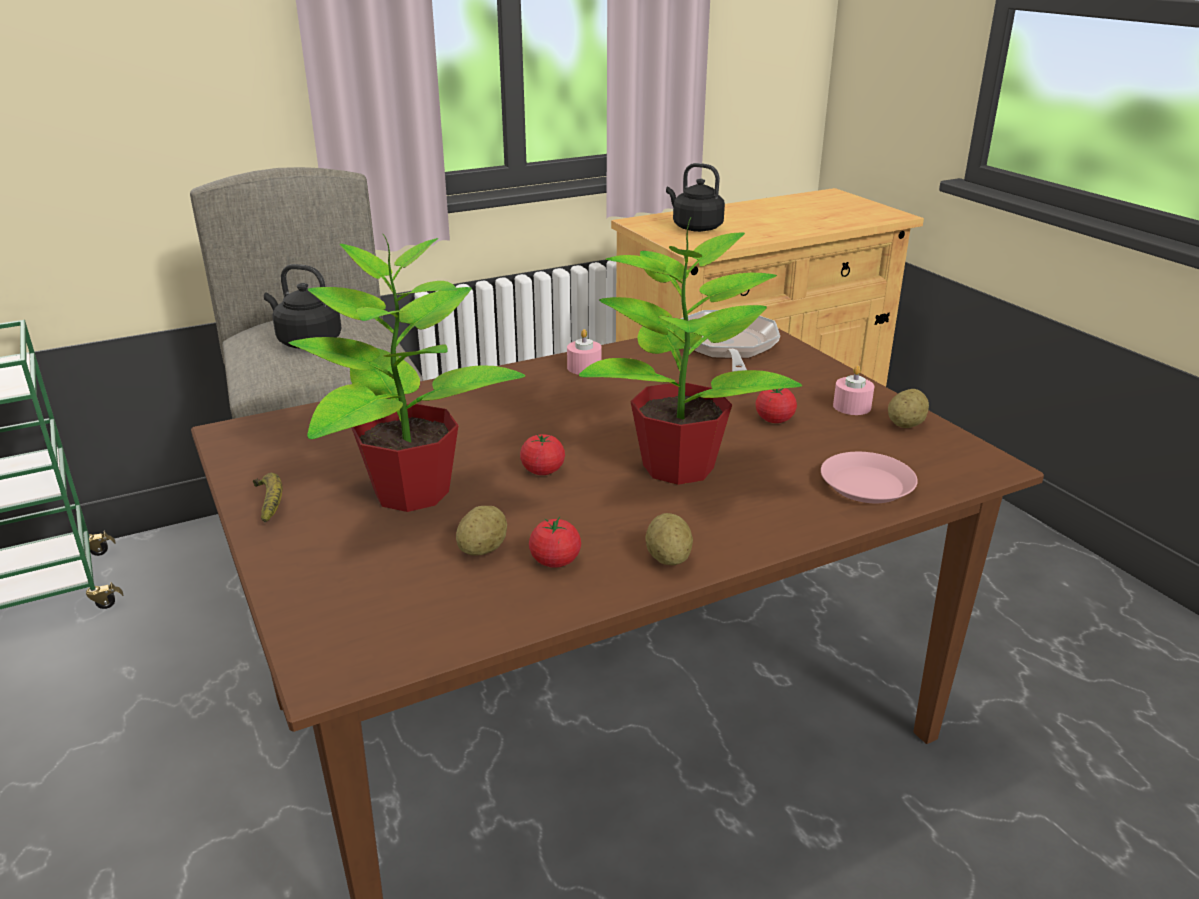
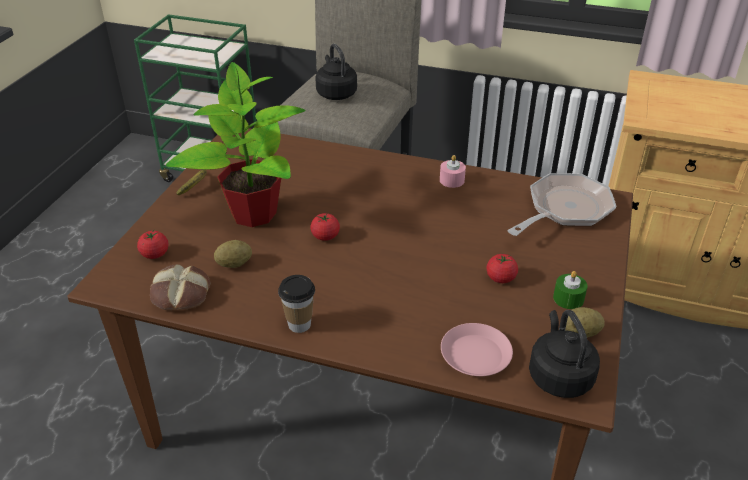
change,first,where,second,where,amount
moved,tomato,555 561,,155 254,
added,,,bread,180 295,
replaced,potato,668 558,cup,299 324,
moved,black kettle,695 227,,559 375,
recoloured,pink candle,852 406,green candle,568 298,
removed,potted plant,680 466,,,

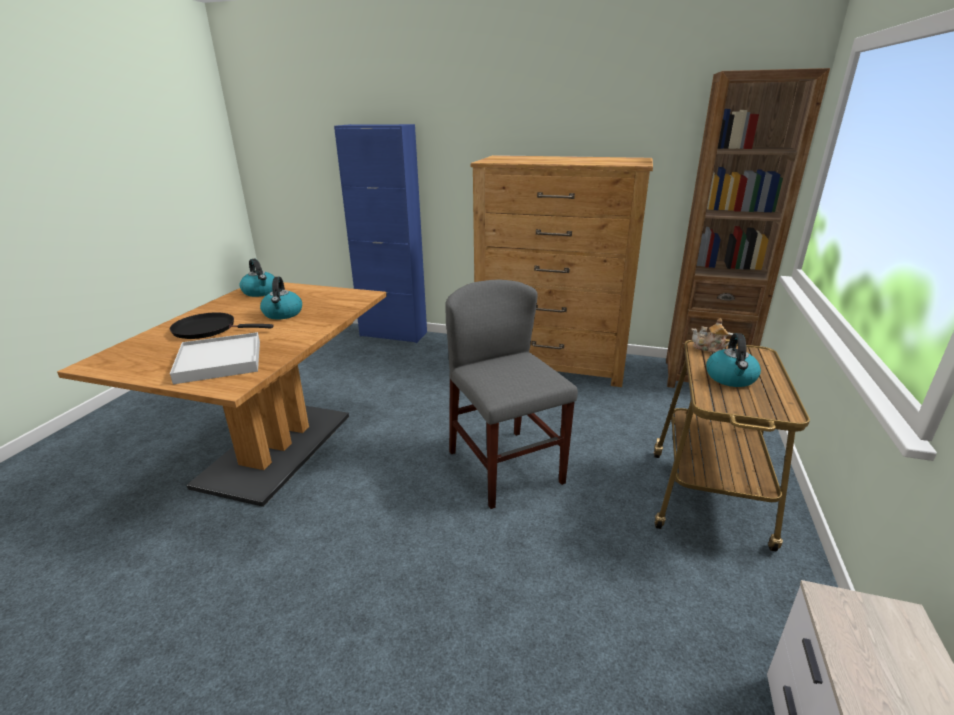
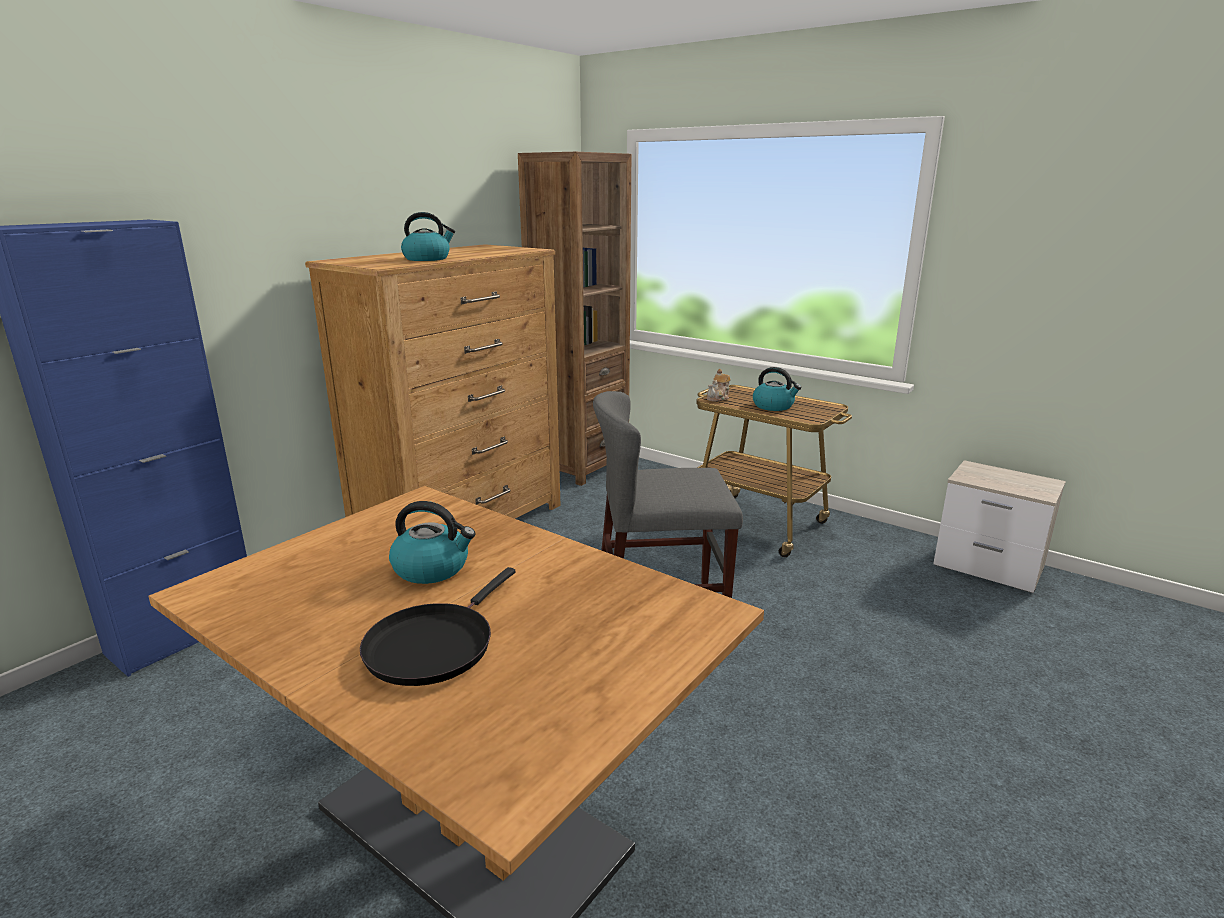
change,first,where,second,where,amount
moved,kettle,261 292,,427 259,
removed,white tray,219 361,,,

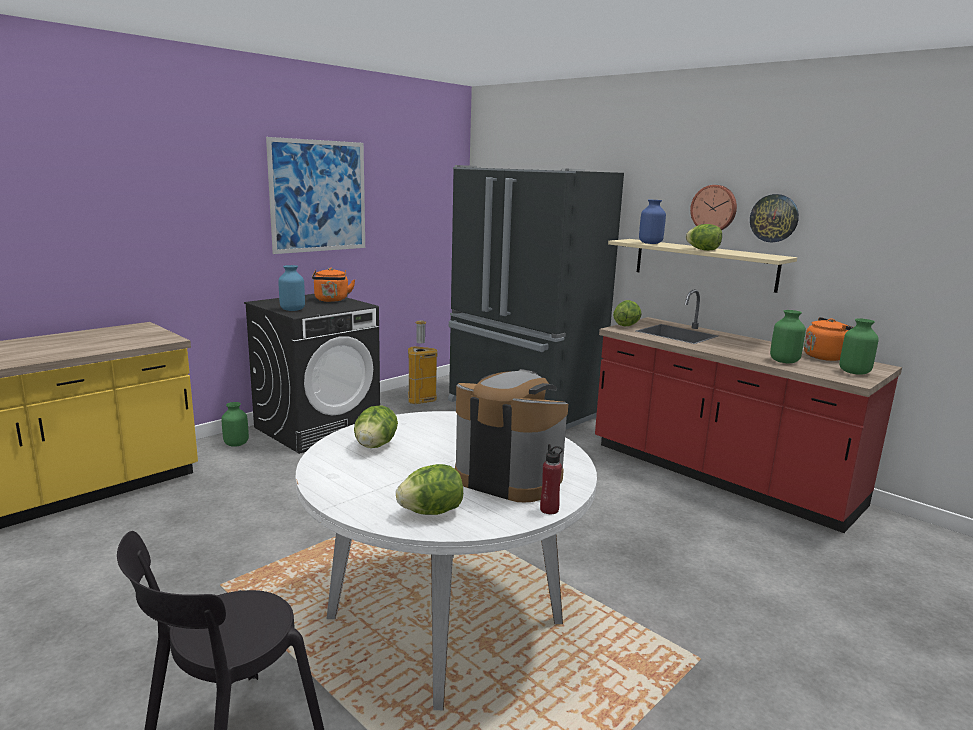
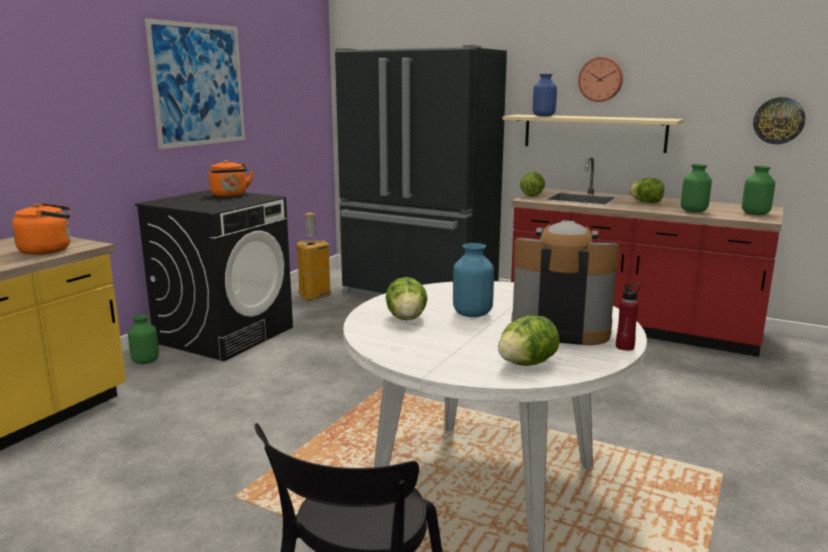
change,first,where,second,where,amount
moved,orange kettle,826 357,,49 250,
moved,blue vase,292 309,,473 314,
moved,lettuce,703 250,,646 202,
moved,wall clock,774 218,,778 120,

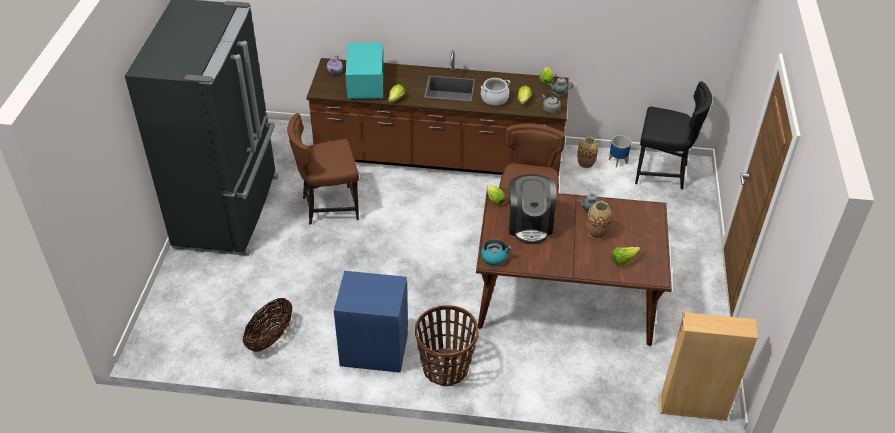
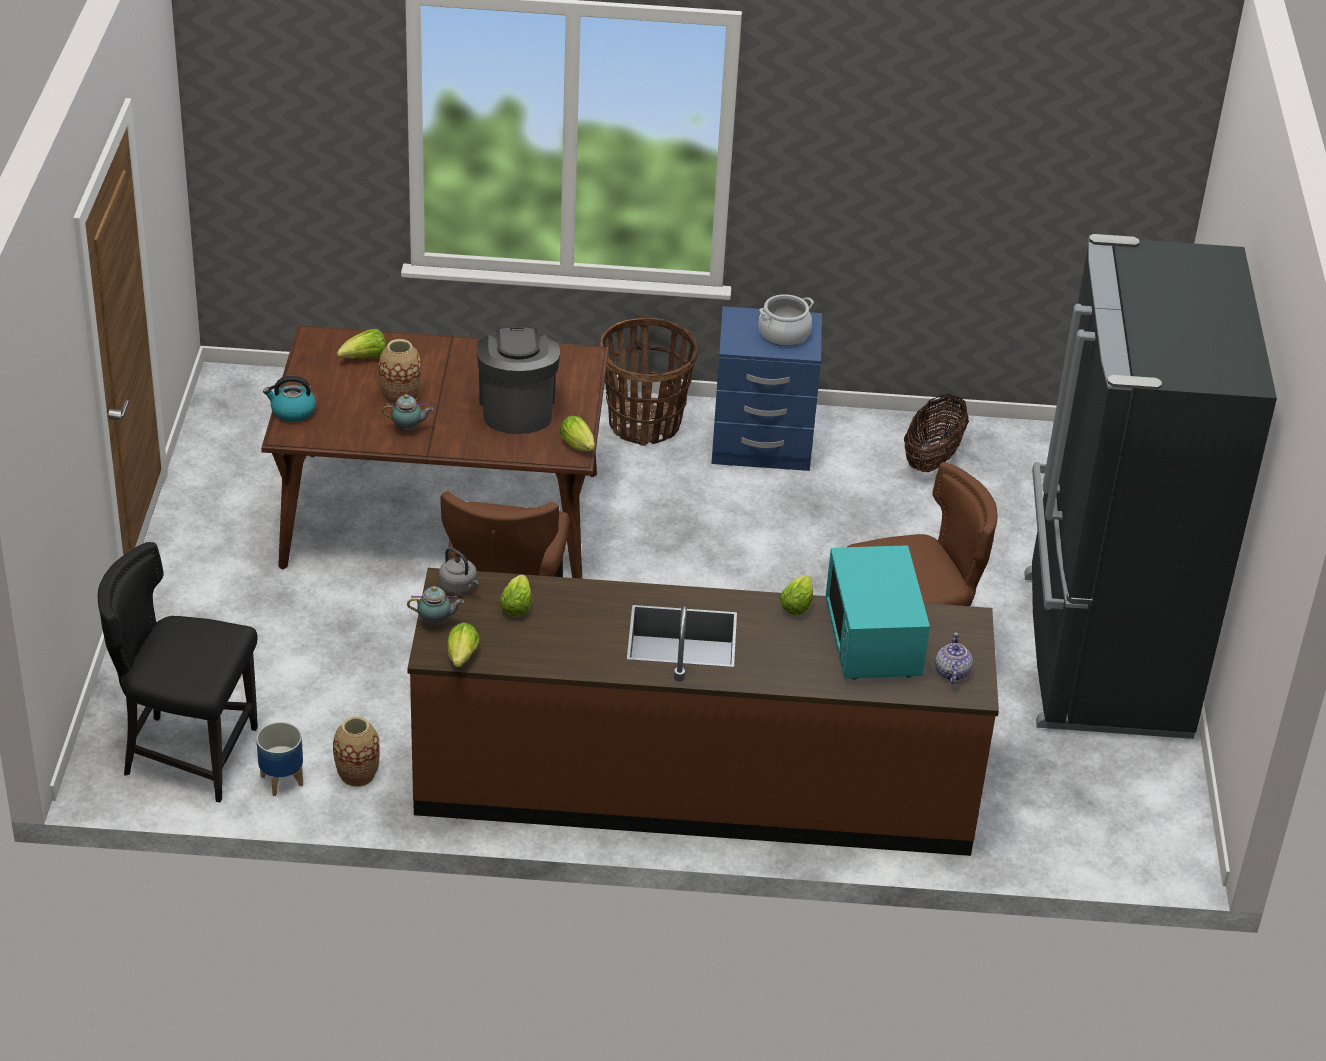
change,first,where,second,where,amount
moved,kettle,494 258,,292 412,
moved,cooking pot,494 99,,783 334,
removed,beige bookcase,692 408,,,

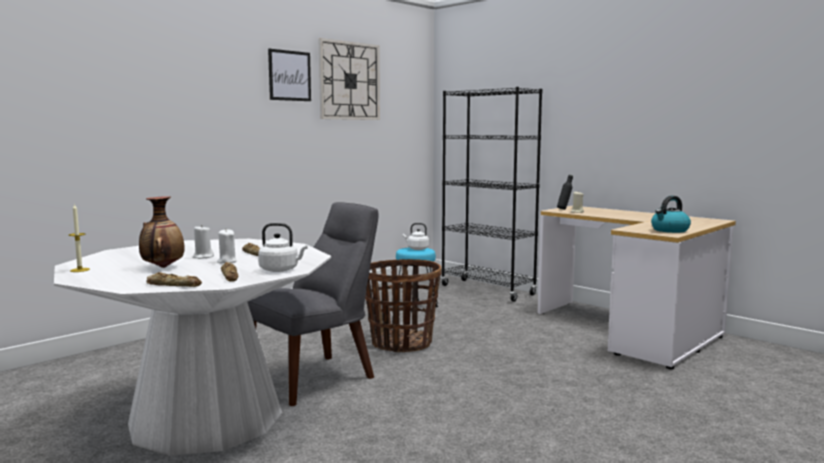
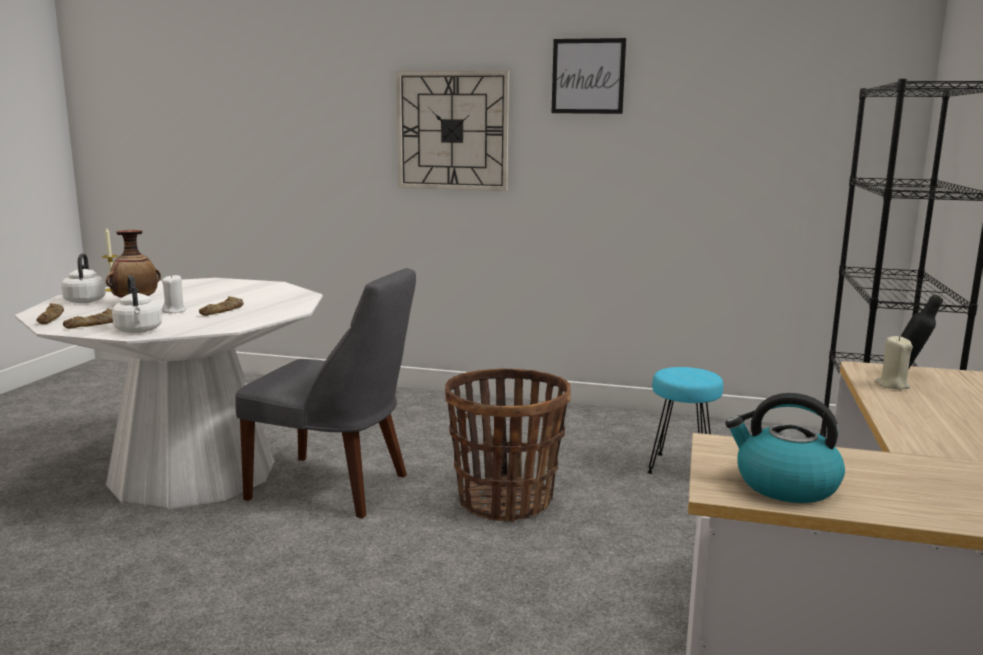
change,first,where,second,where,amount
moved,white kettle,417 249,,85 300,
moved,wall clock,349 81,,452 131,
removed,white candle,203 257,,,

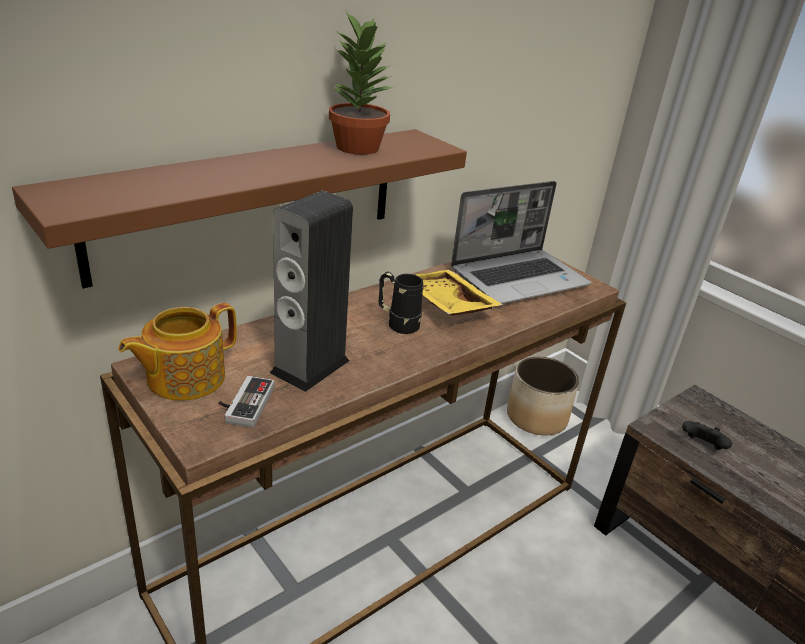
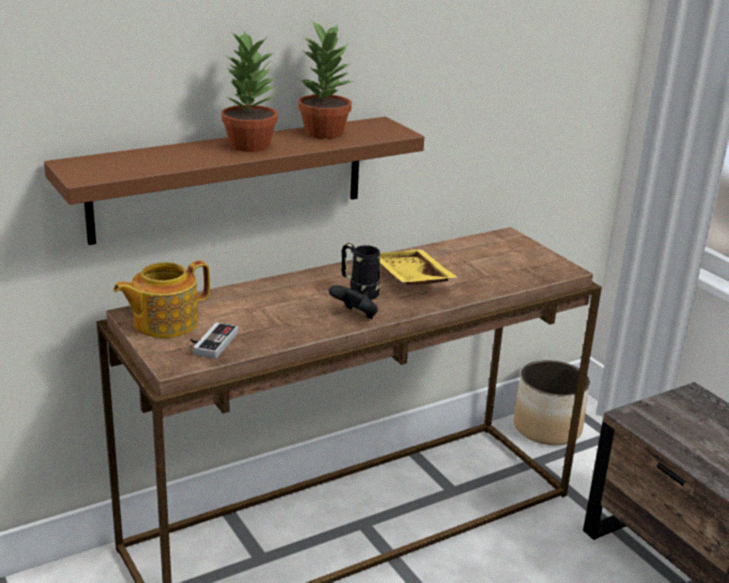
change,first,where,second,where,amount
added,,,potted plant,249 145,
moved,black game controller,702 446,,355 316,
removed,speaker,310 366,,,
removed,laptop,519 278,,,

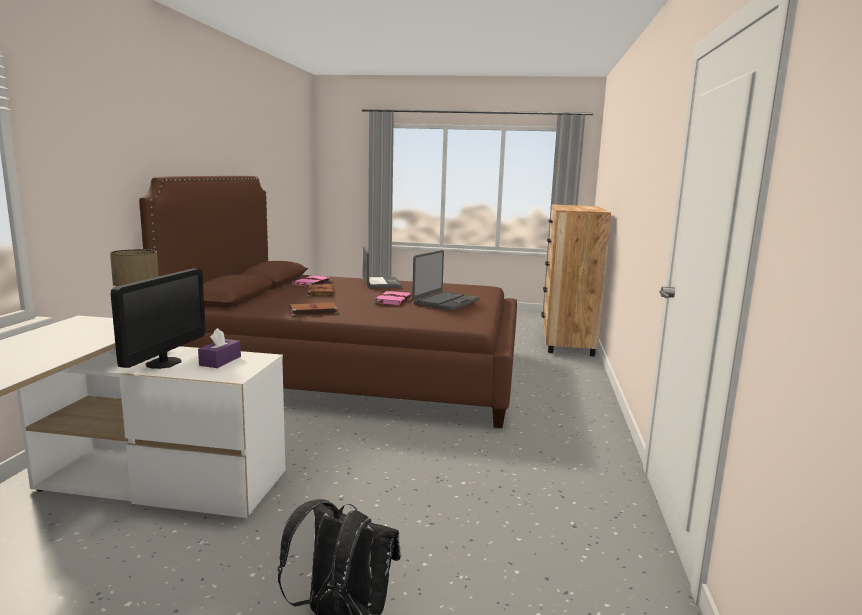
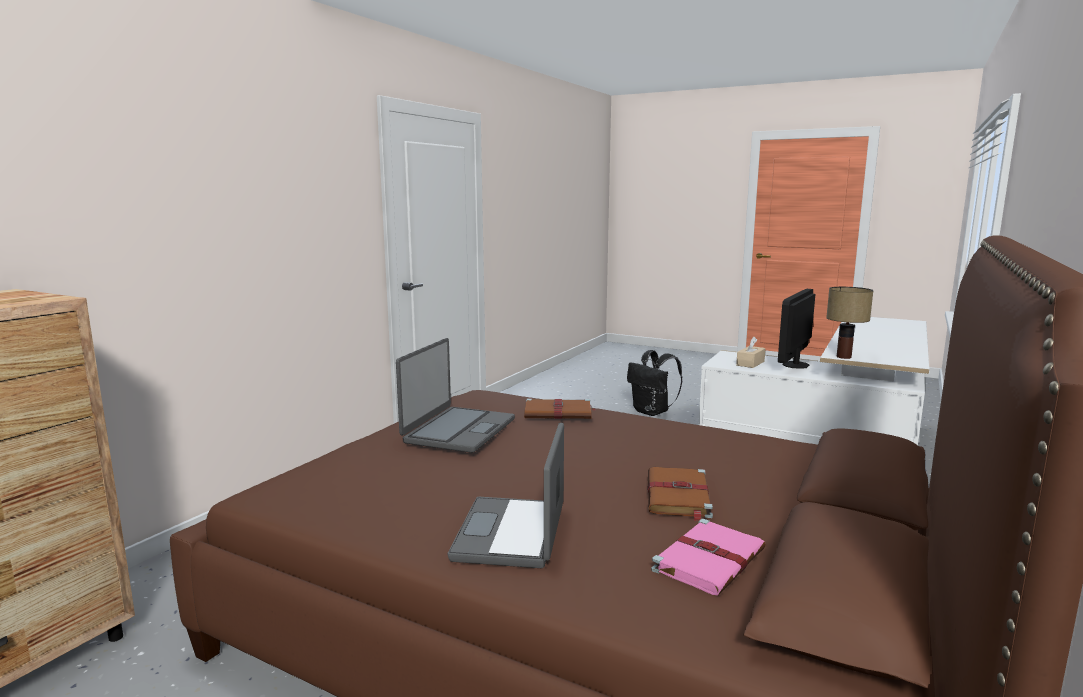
change,first,where,second,where,amount
turned,laptop,445 302,,458 430,150 degrees clockwise
moved,brown book,312 311,,559 412,
recoloured,purple tissue box,220 361,beige tissue box,750 363,
removed,pink book,393 300,,,

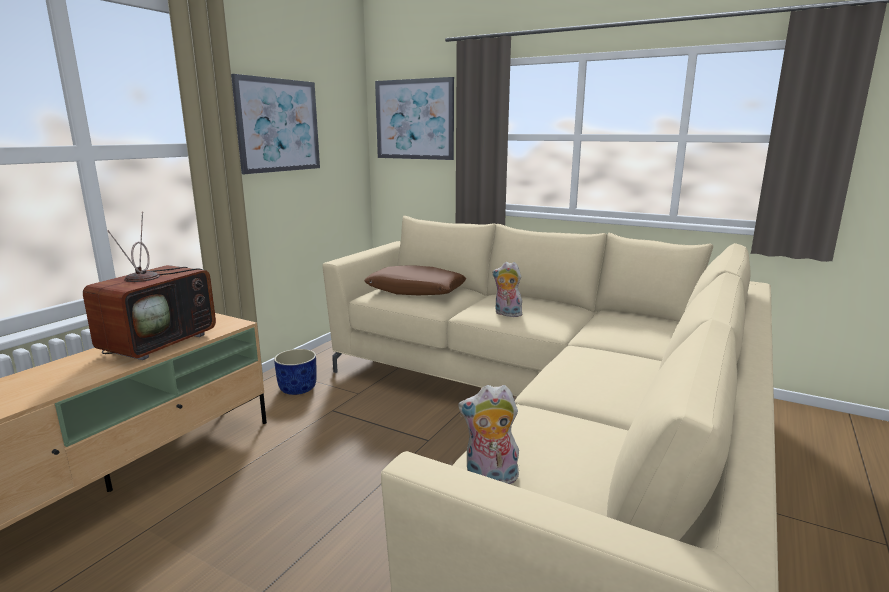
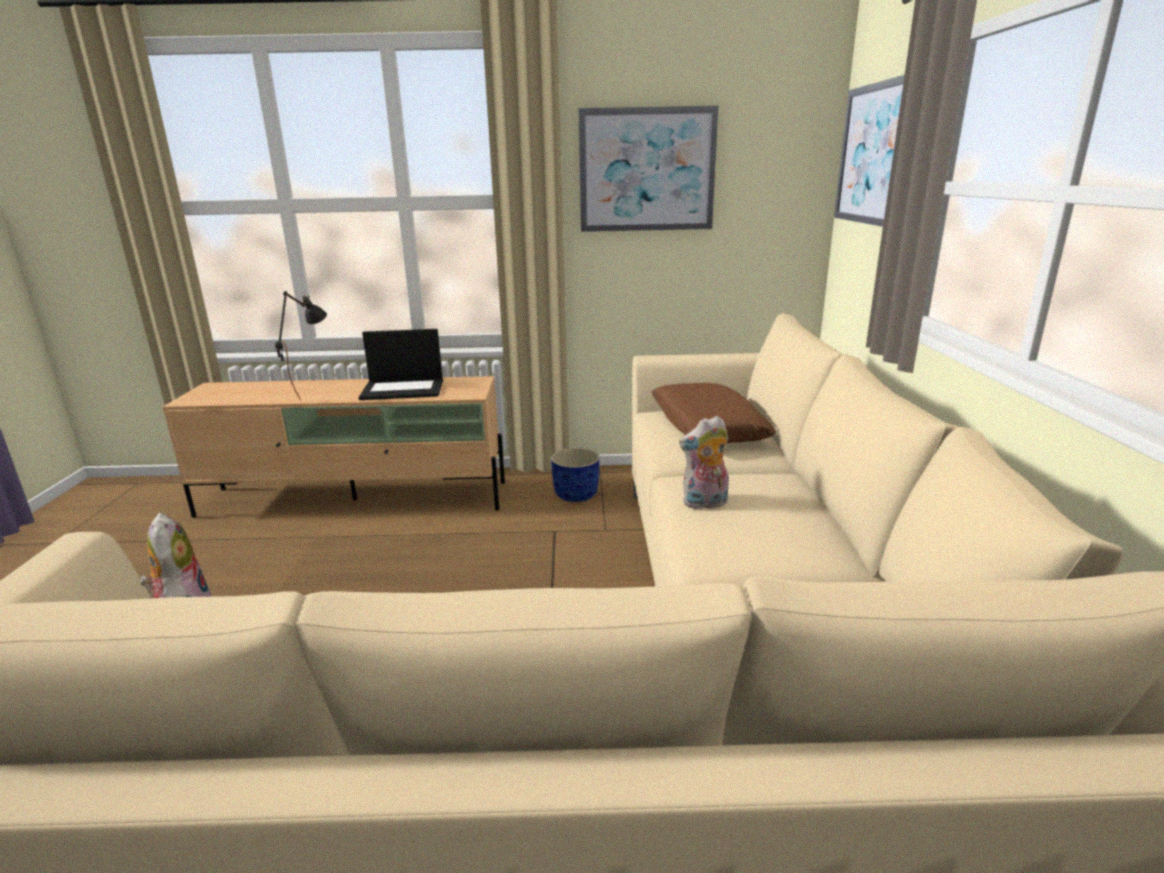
change,first,where,second,where,amount
added,,,black table lamp,311 392,
replaced,television,160 342,laptop,404 389,
turned,plush toy,506 314,,704 504,105 degrees counterclockwise

